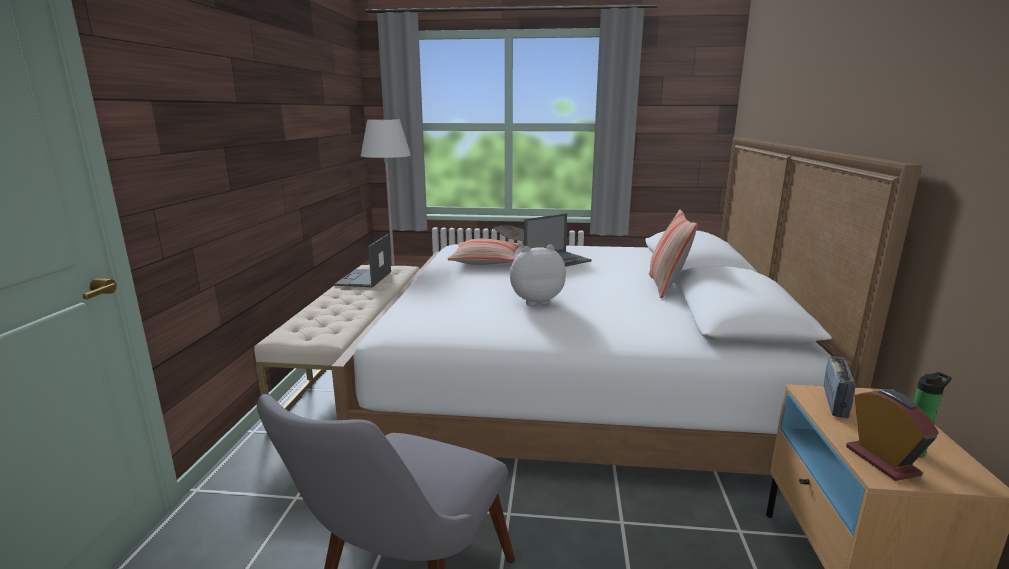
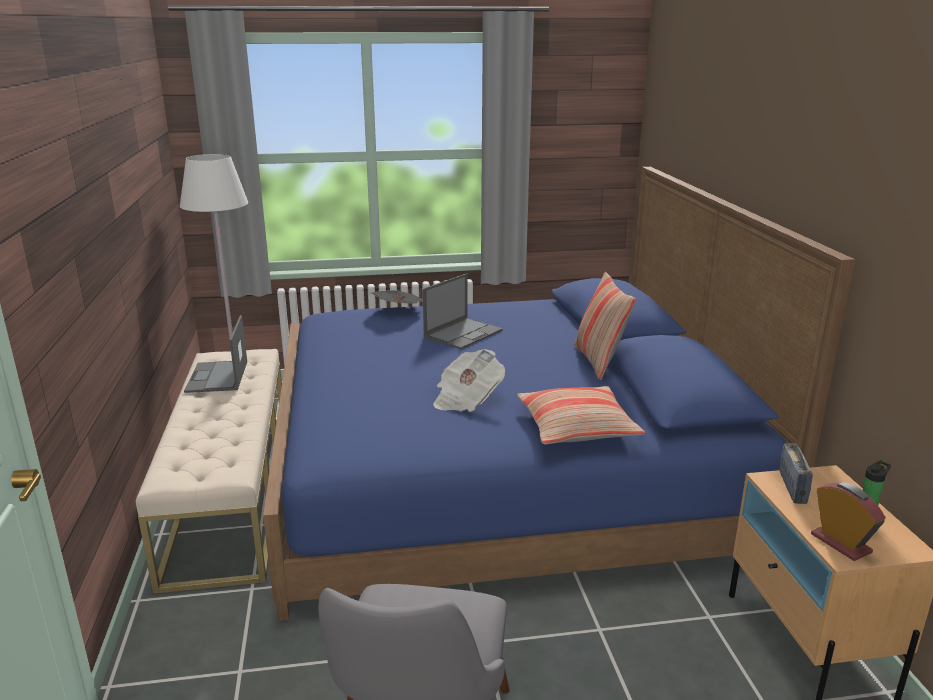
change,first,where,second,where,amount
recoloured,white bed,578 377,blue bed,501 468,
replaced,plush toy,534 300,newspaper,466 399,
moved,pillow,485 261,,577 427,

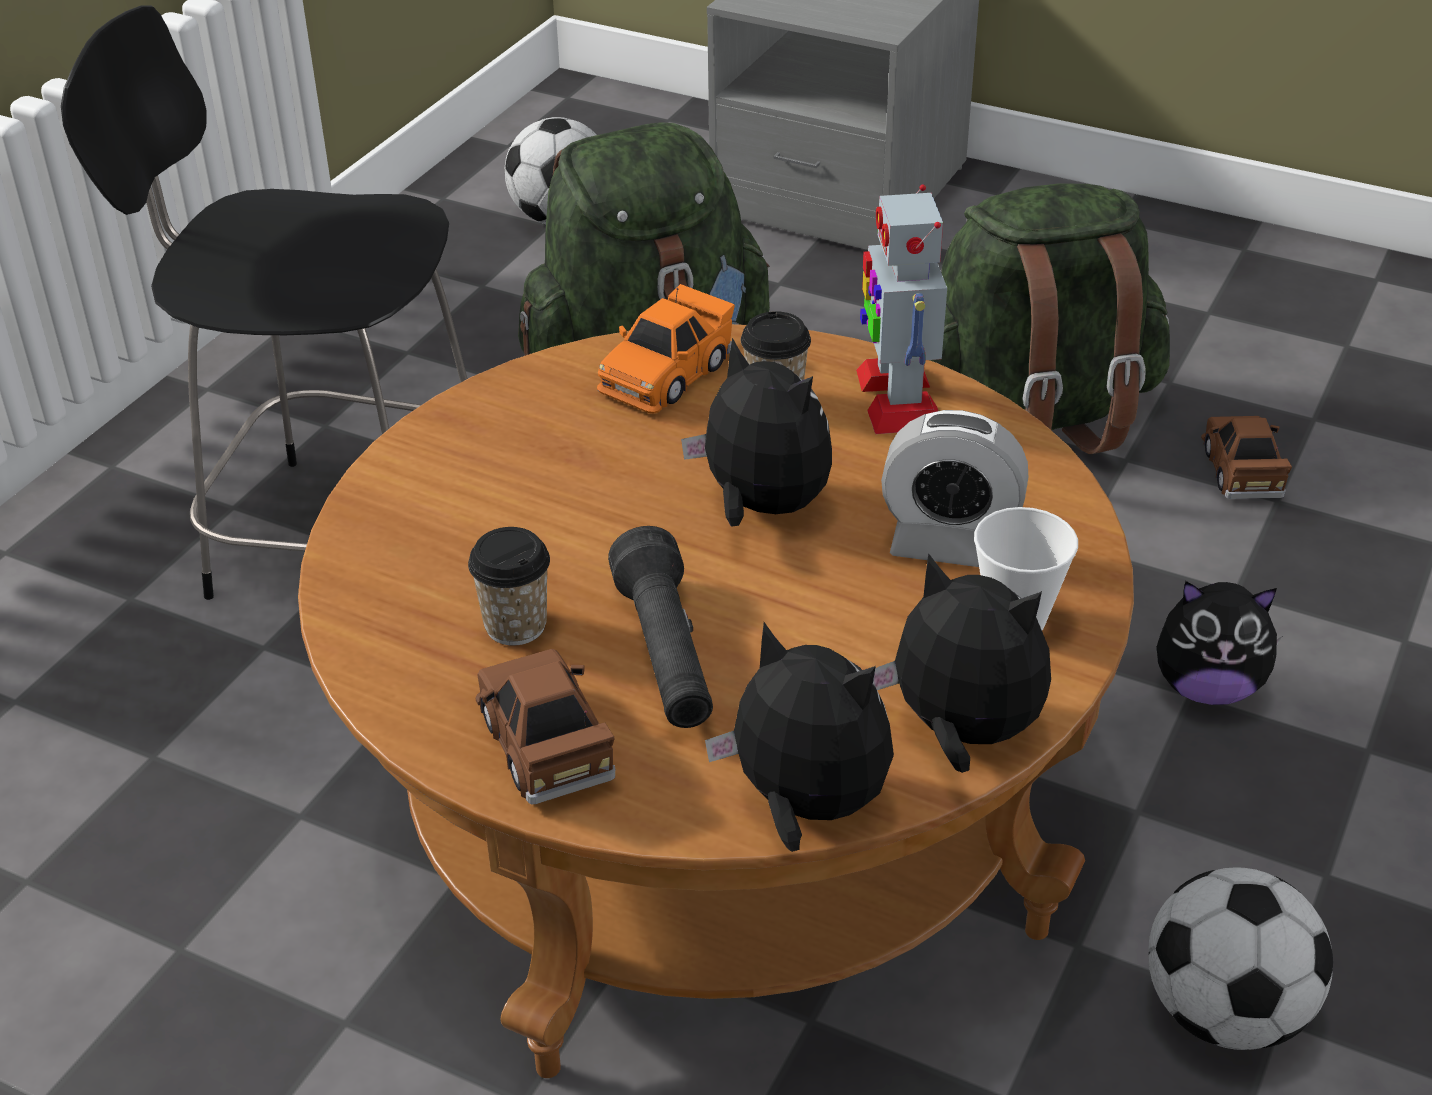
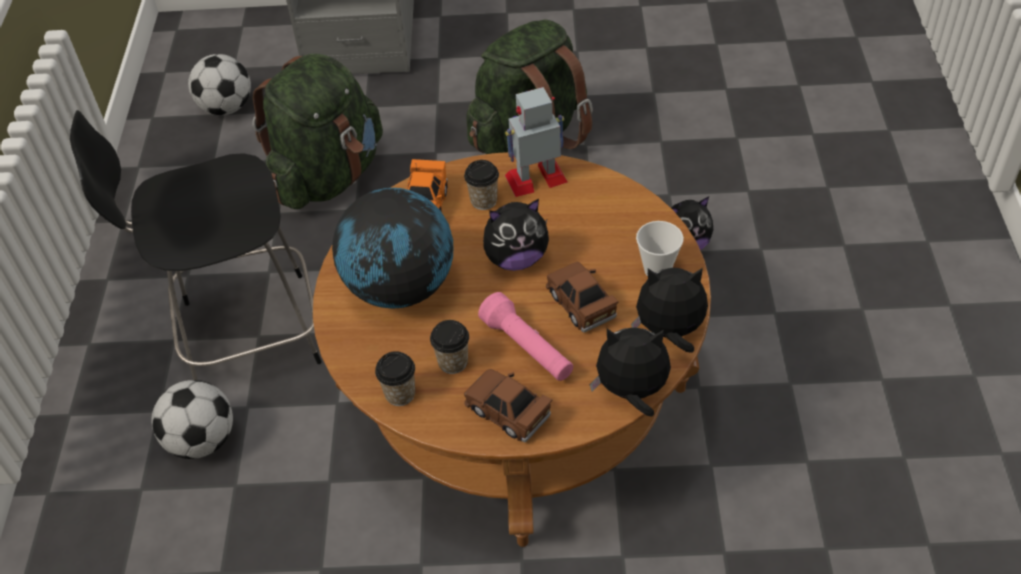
change,first,where,second,where,amount
moved,football,1224 1013,,202 440,
added,,,globe,401 287,
added,,,cup,400 394,
recoloured,black flashlight,666 655,pink flashlight,527 348,
turned,plush toy,761 507,,516 258,150 degrees clockwise
turned,toy robot,898 398,,536 178,105 degrees clockwise
moved,brown toy car,1241 471,,581 304,
removed,alarm clock,949 545,,,

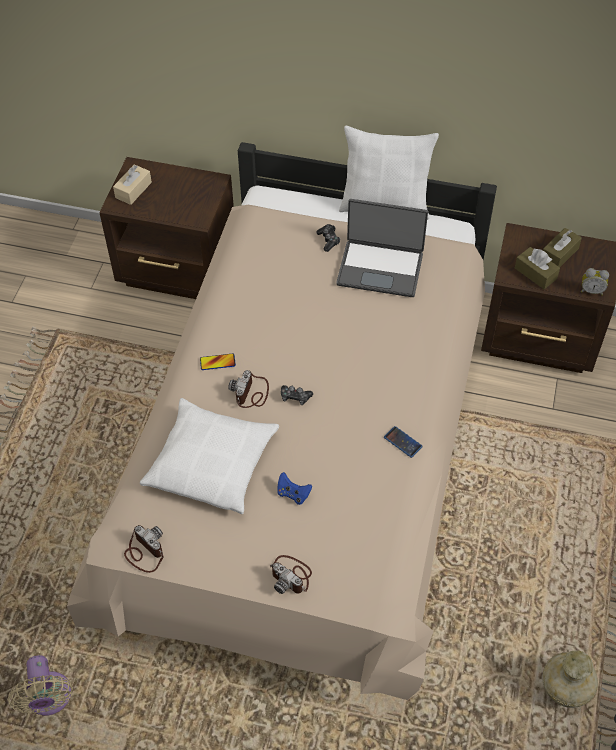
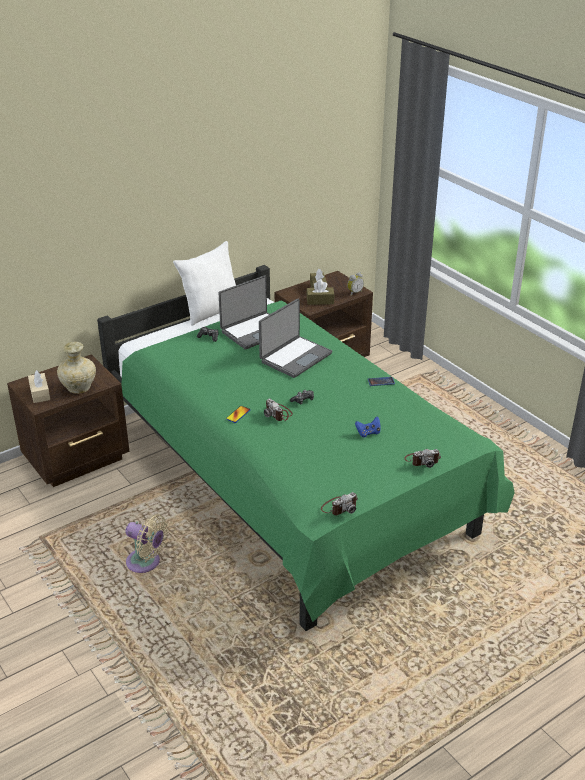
change,first,where,second,where,amount
moved,beige vase,565 689,,79 388,
recoloured,beige bed,307 459,green bed,291 483,
moved,beige fan,49 699,,146 563,
added,,,laptop,295 357,
turned,photo camera,144 552,,339 507,150 degrees clockwise
removed,white pillow,212 463,,,

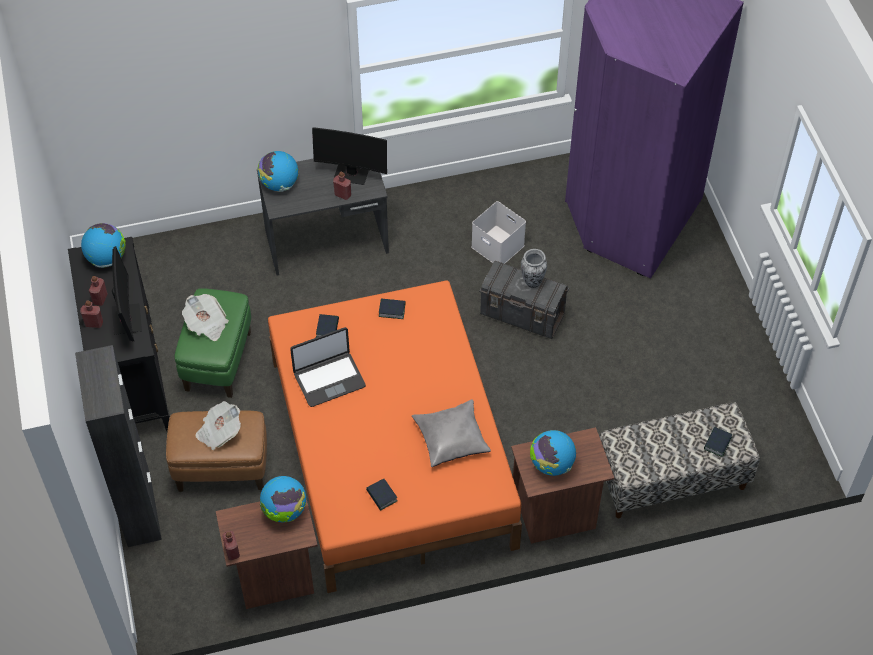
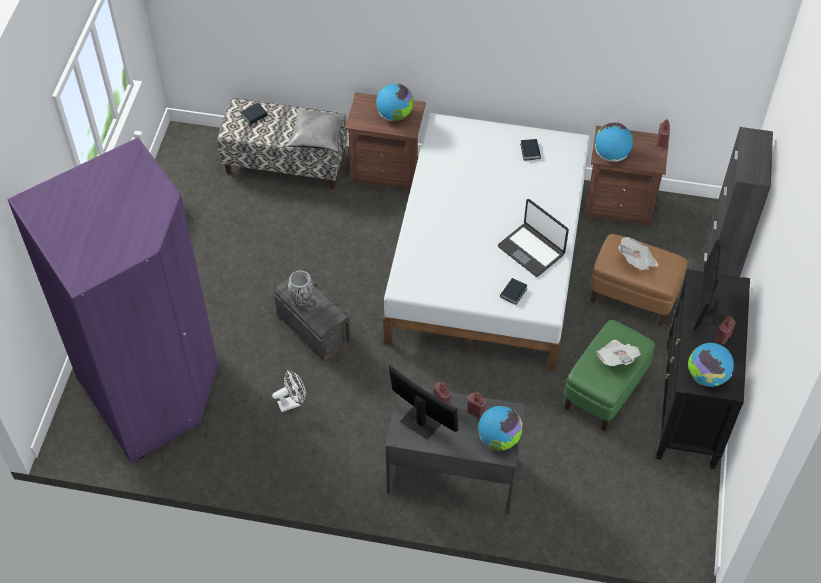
change,first,where,second,where,amount
replaced,white storage box,499 246,white fan,292 402,
moved,grey pillow,451 438,,317 135,
recoloured,orange bed,390 452,white bed,488 259,
moved,red bottle,94 323,,475 411,
turned,laptop,329 379,,531 250,135 degrees counterclockwise
removed,book,392 310,,,

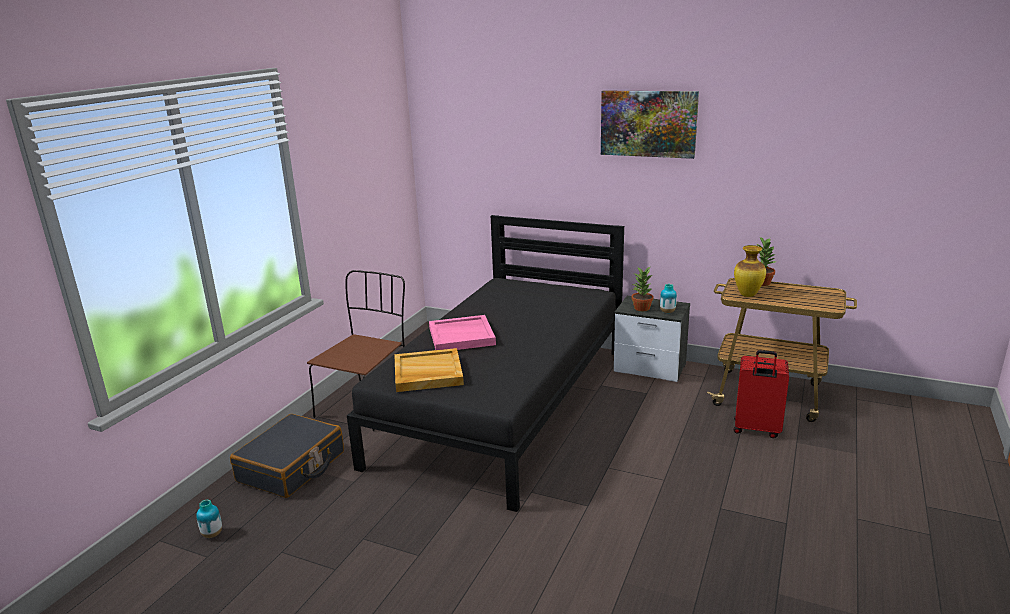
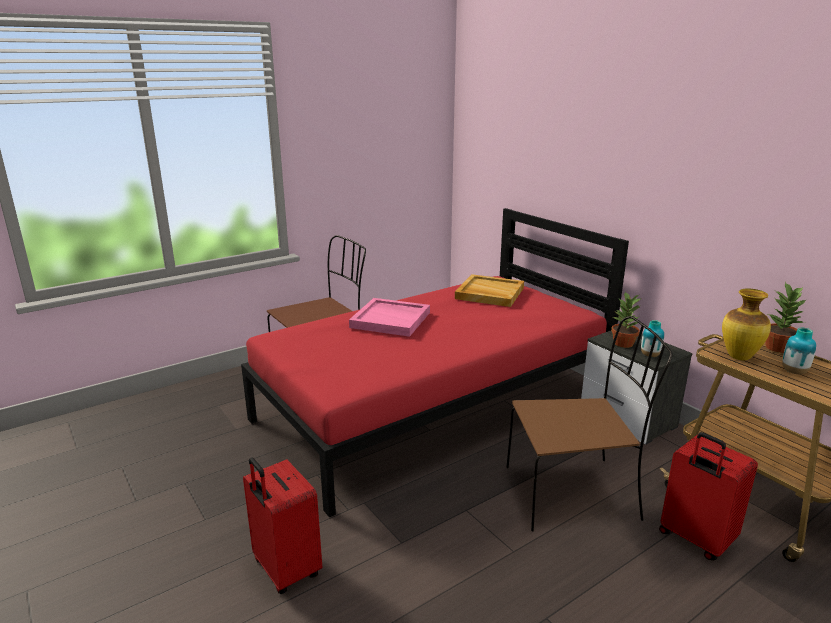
change,first,where,second,where,amount
recoloured,black bed,505 404,red bed,435 406,
added,,,red suitcase,285 570,
moved,beige tray,427 373,,489 293,
added,,,brown chair,574 492,
moved,vase,212 534,,794 372,
removed,black suitcase,292 467,,,
removed,picture,648 123,,,

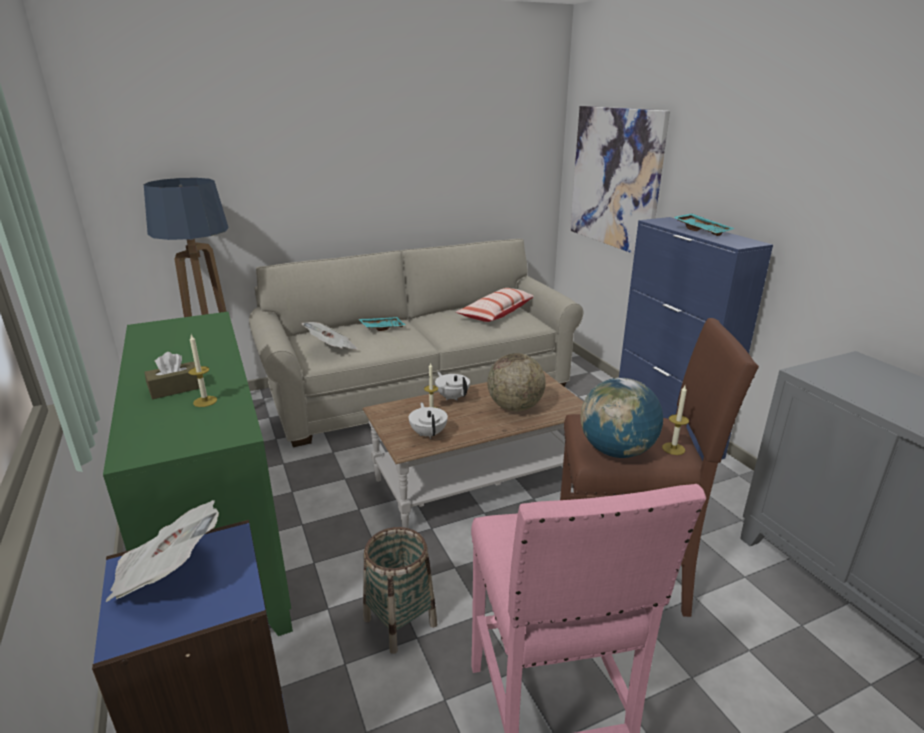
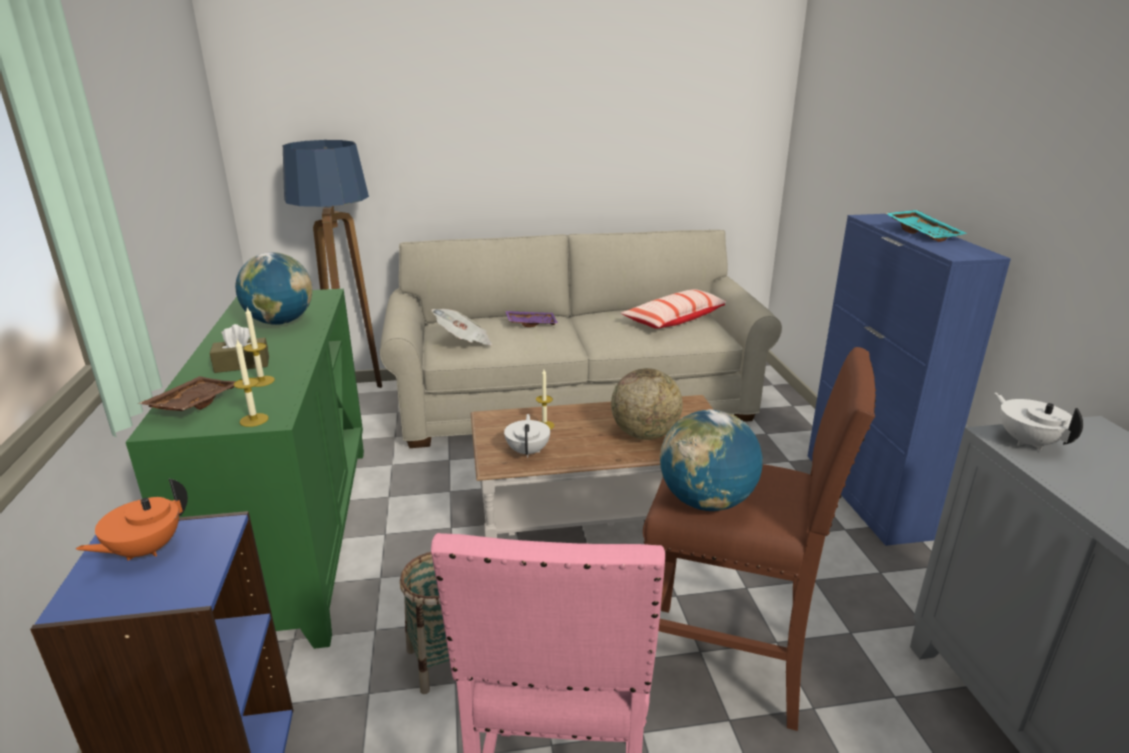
change,first,where,second,where,amount
replaced,newspaper,168 572,orange teapot,145 550,
added,,,brown tray,193 403,
moved,candle,673 448,,254 420,
added,,,globe,280 322,
recoloured,turquoise tray,382 328,purple tray,531 323,
moved,white teapot,452 397,,1027 442,
removed,picture,615 178,,,

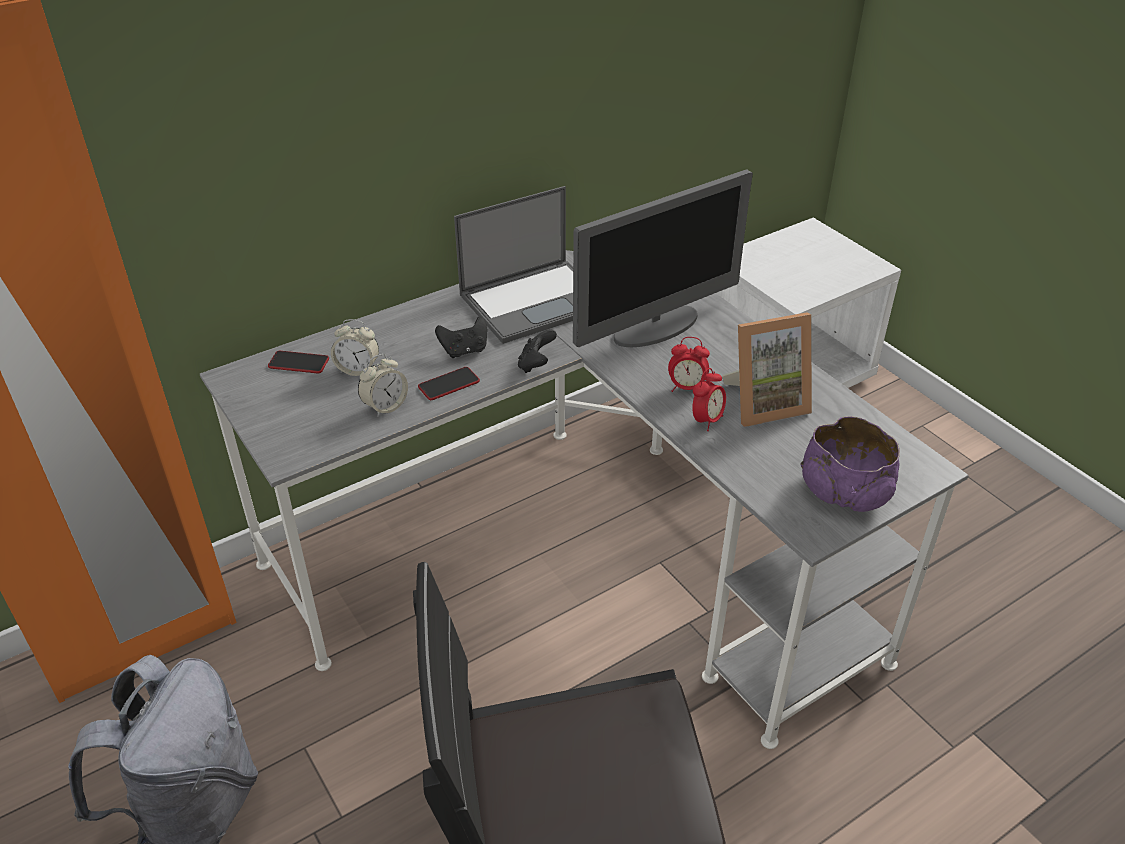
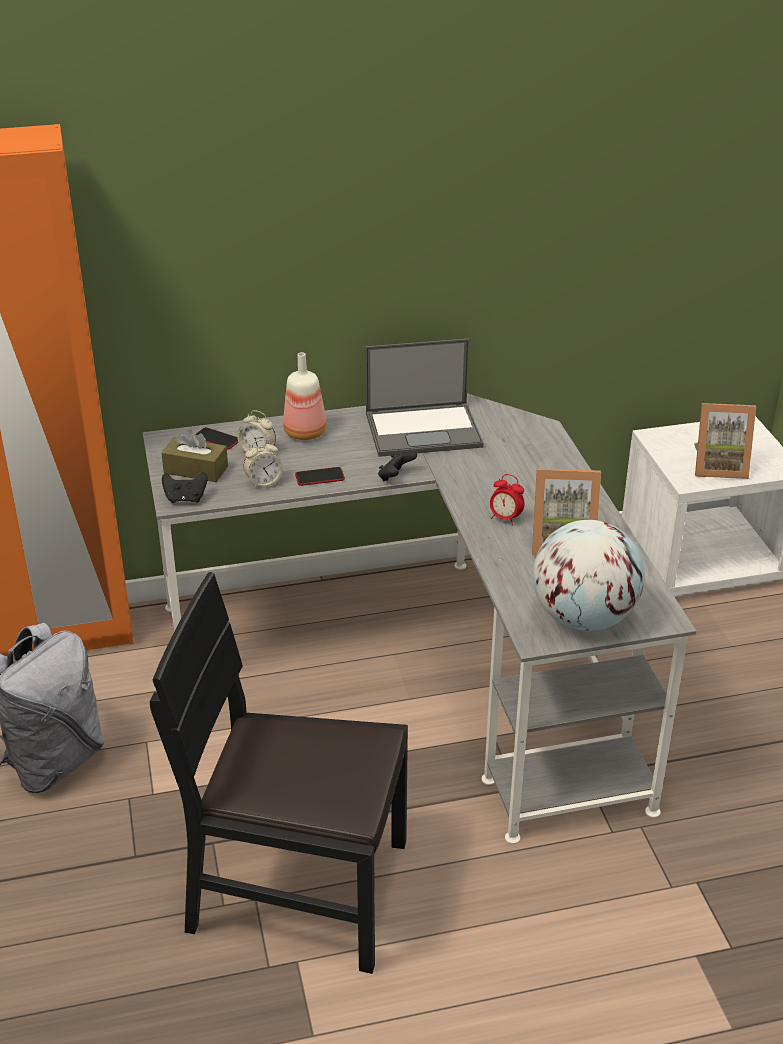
change,first,where,second,where,amount
added,,,brown tissue box,196 470,
moved,black game controller,464 351,,185 499,
added,,,bottle,306 432,
replaced,purple bowl,845 491,globe,583 618,
added,,,picture frame,718 467,
removed,monitor,656 327,,,
removed,alarm clock,707 420,,,

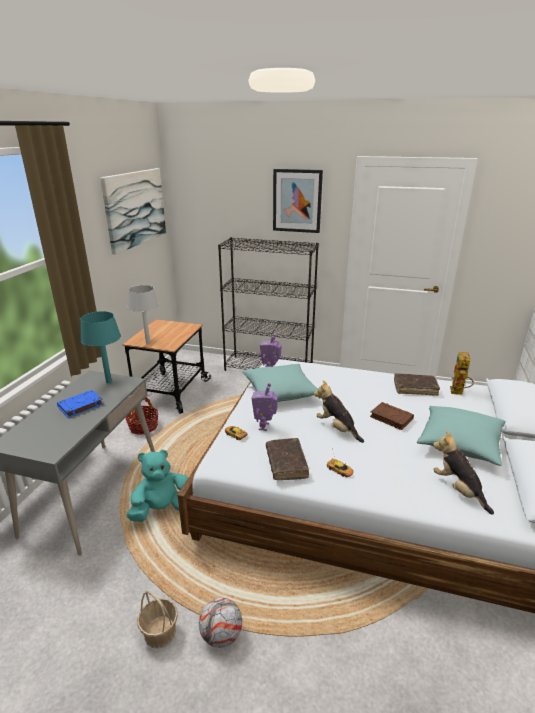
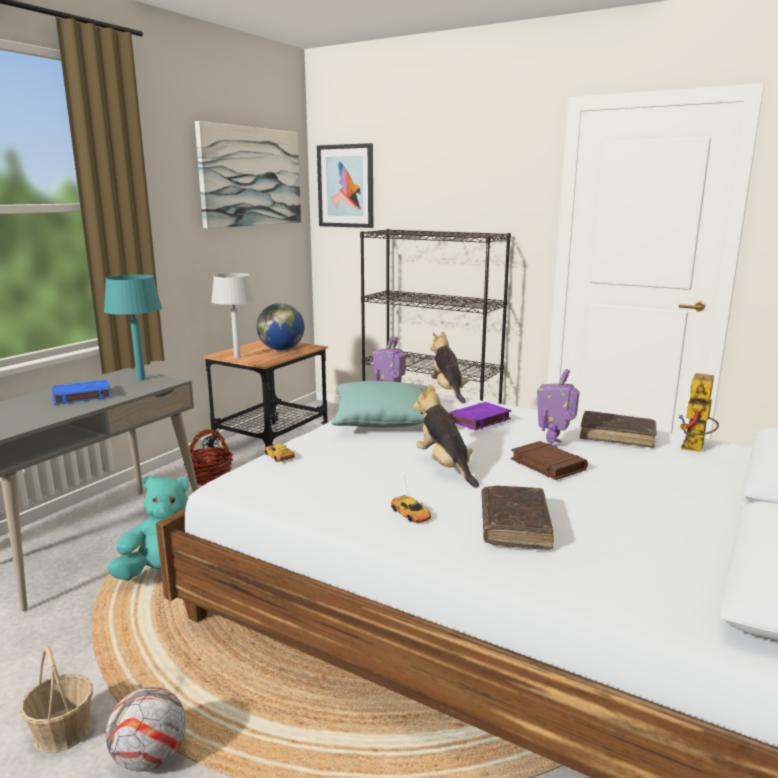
change,first,where,second,where,amount
added,,,globe,281 349,
moved,picture,297 201,,346 186,
moved,plush toy,458 489,,448 391,
added,,,purple book,479 420,
moved,brown book,286 463,,514 526,
moved,toy robot,264 426,,554 444,
removed,turquoise pillow,459 443,,,

